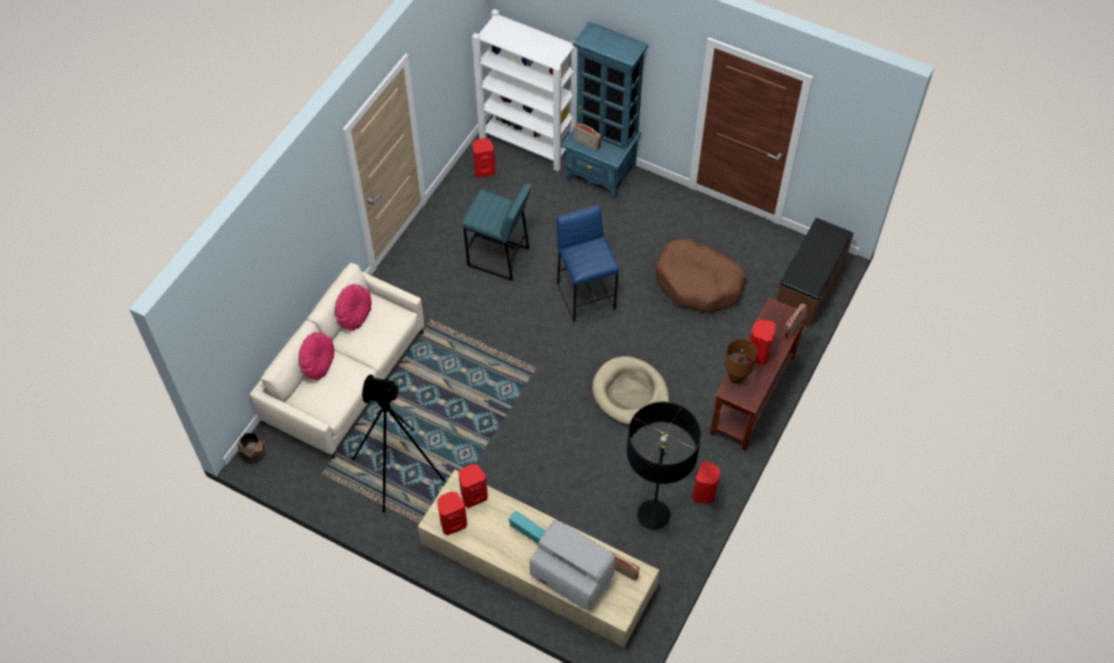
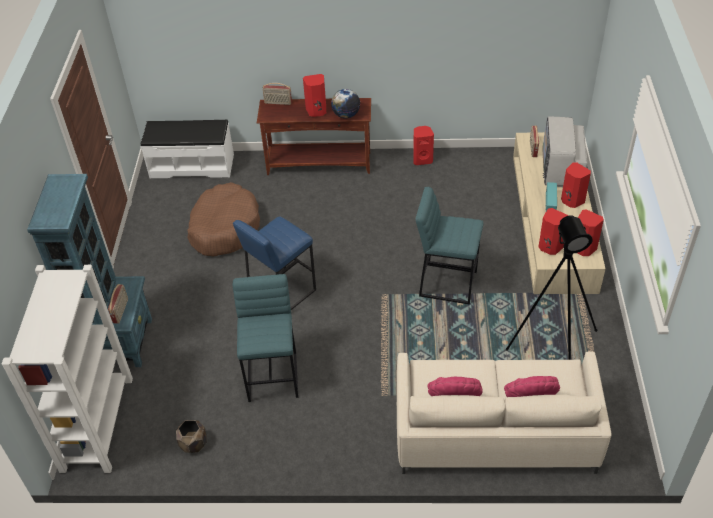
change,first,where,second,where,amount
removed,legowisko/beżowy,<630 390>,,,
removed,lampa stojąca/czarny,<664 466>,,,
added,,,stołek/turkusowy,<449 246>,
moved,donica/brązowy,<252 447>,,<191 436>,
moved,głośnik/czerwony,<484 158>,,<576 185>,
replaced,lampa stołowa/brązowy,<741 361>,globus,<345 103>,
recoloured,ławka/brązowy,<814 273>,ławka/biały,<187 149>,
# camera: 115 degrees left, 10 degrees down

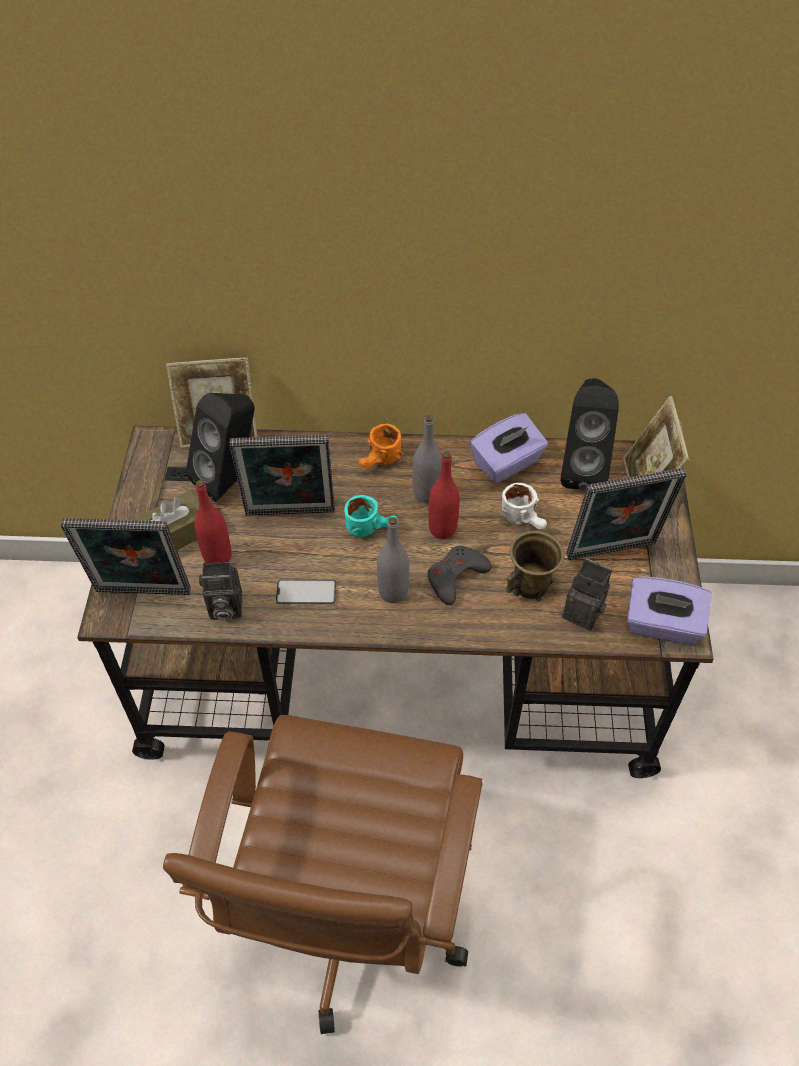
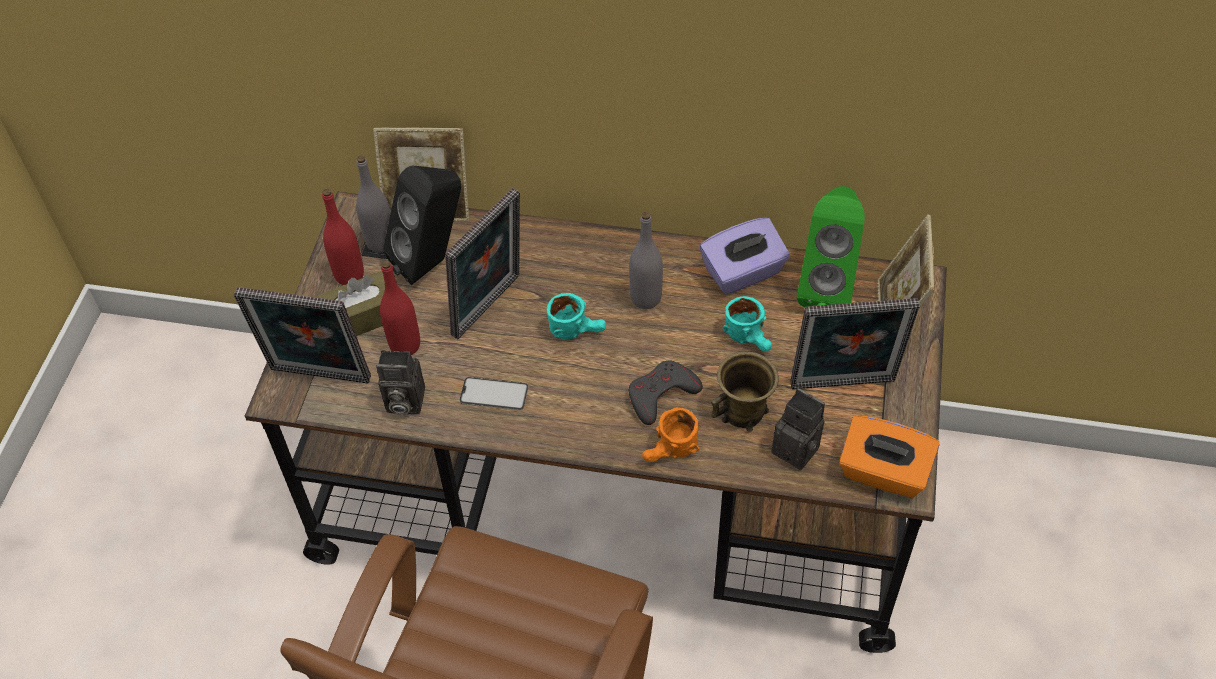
change,first,where,second,where,amount
moved,kubek/pomarańczowy,<381 446>,,<671 435>,
moved,butelka/szary,<393 560>,,<373 204>,
moved,butelka/czerwony,<444 495>,,<343 237>,
recoloured,kubek/biały,<524 506>,kubek/turkusowy,<747 324>,
recoloured,głośnik/czarny,<589 434>,głośnik/zielony,<831 247>,
recoloured,pudełko chusteczek/fioletowy,<669 611>,pudełko chusteczek/pomarańczowy,<889 456>,
turned,ramka na zdjęcie,<282 475>,,<482 263>,60 degrees counterclockwise
# camera: 10 degrees right, 0 degrees up

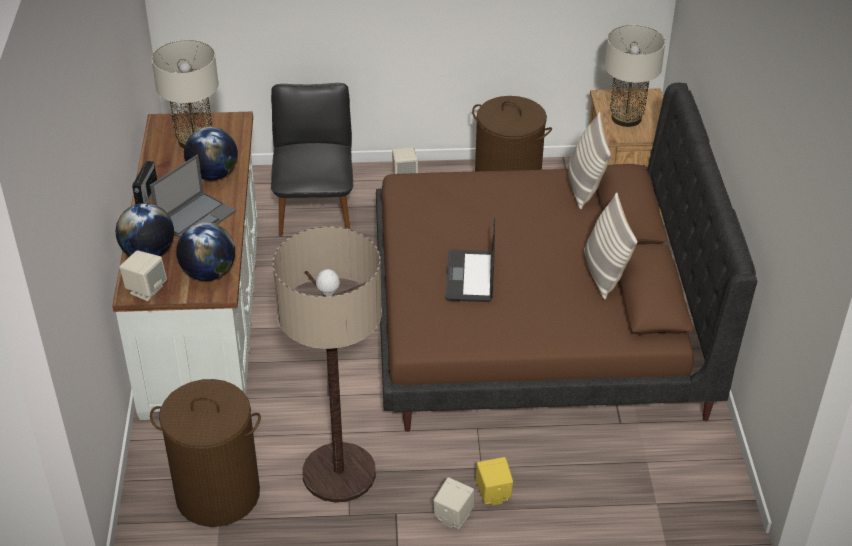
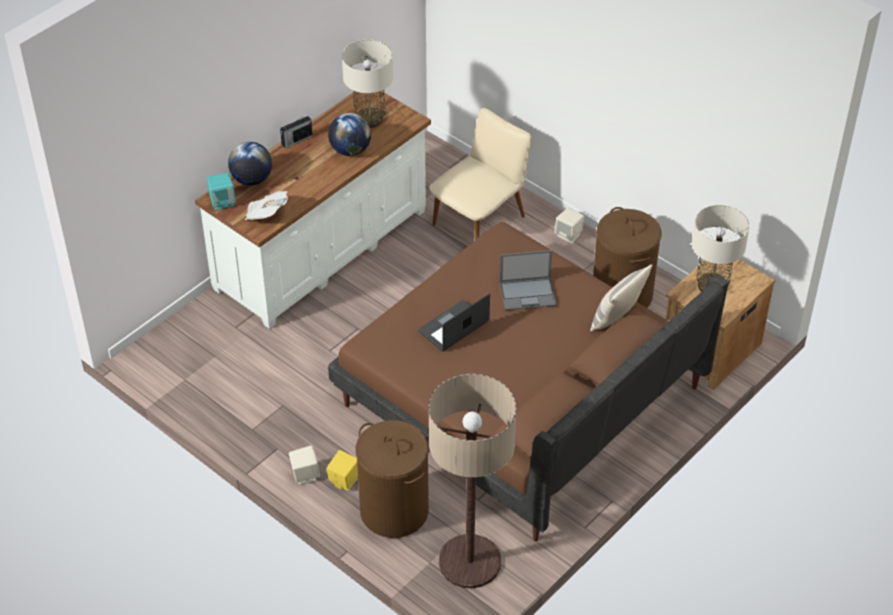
change,first,where,second,where,amount
removed,poduszka,<611 246>,,,
moved,laptop,<193 196>,,<528 280>,
moved,kosz na pranie/brązowy,<205 453>,,<392 479>,
moved,lampa stojąca,<327 365>,,<473 481>,
replaced,globus,<205 252>,gazeta,<266 205>,
recoloured,głośnik/beżowy,<143 275>,głośnik/turkusowy,<221 191>,
recoloured,krzesło/czarny,<312 160>,krzesło/beżowy,<480 174>,
# camera: 45 degrees right, 5 degrees up

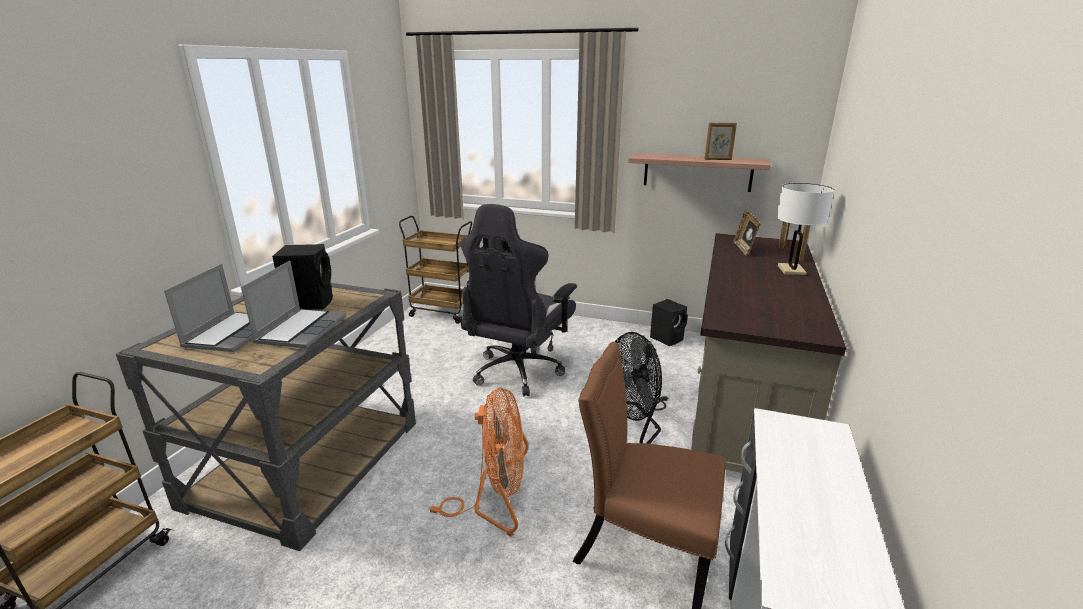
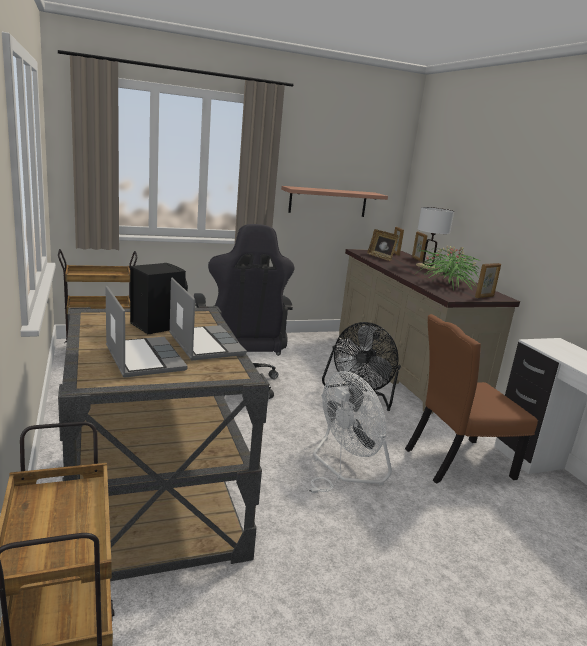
change,first,where,second,where,amount
removed,głośnik/czarny,<669 322>,,,
added,,,roślina doniczkowa,<449 268>,
moved,ramka na zdjęcie,<720 141>,,<488 280>,
recoloured,wentylator/pomarańczowy,<479 462>,wentylator/biały,<351 432>,
# camera: 40 degrees left, 5 degrees down

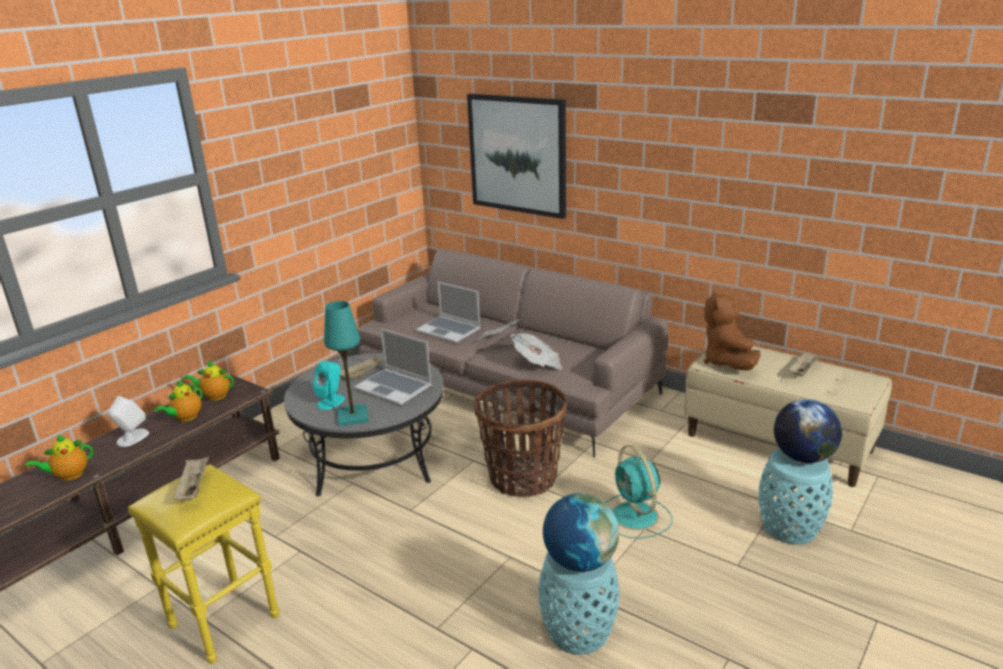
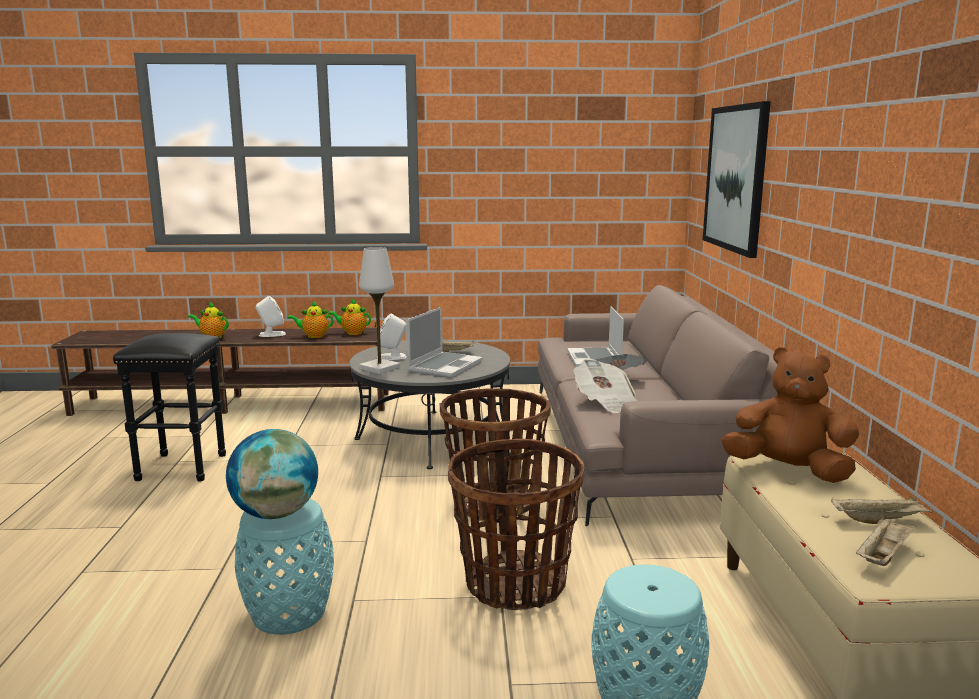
change,first,where,second,where,amount
removed,globus,<808 431>,,,
moved,taca/beżowy,<191 478>,,<886 541>,
replaced,wentylator/turkusowy,<639 492>,koszyk,<516 524>,
recoloured,stołek/żółty,<203 564>,stołek/czarny,<169 407>,
recoloured,głośnik/turkusowy,<329 385>,głośnik/biały,<392 336>,
recoloured,lampa stołowa/turkusowy,<346 363>,lampa stołowa/biały,<379 310>,
turned,imbryk,<208 380>,,<349 316>,45 degrees counterclockwise
turned,laptop,<393 367>,,<445 342>,150 degrees counterclockwise
turned,pluszak/brązowy,<732 330>,,<790 415>,60 degrees clockwise
# camera: 50 degrees right, 10 degrees down

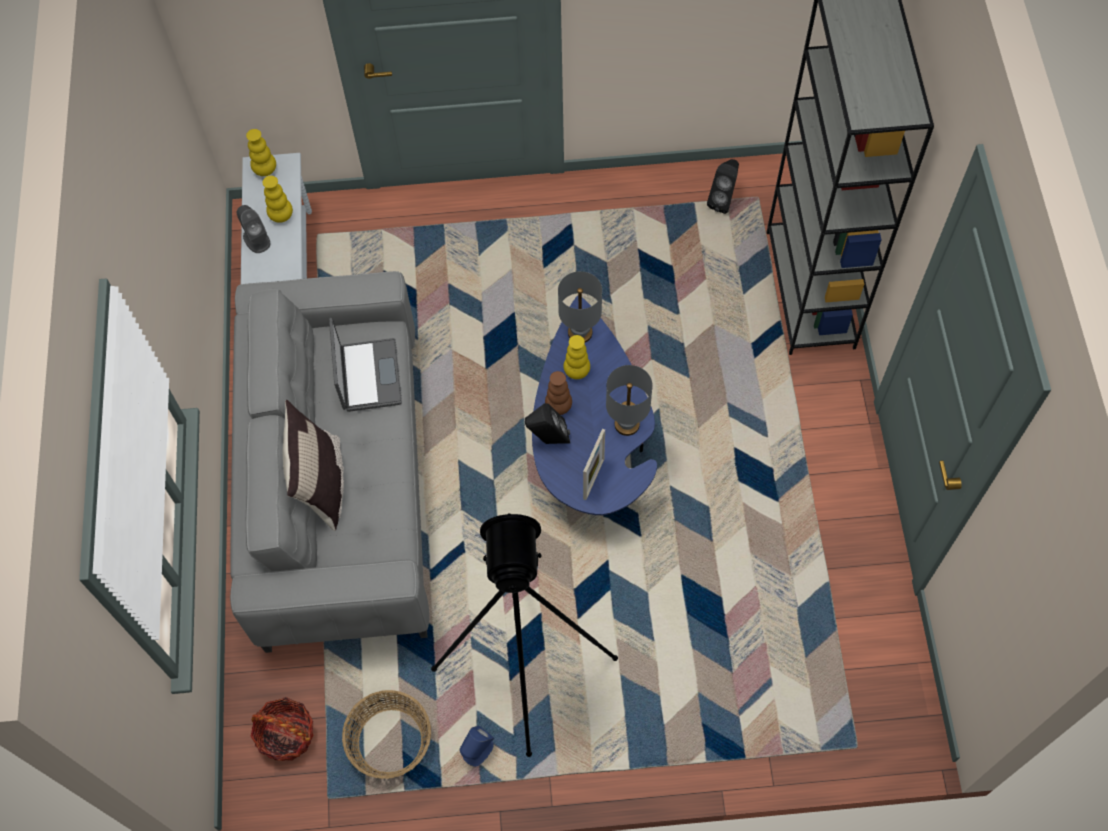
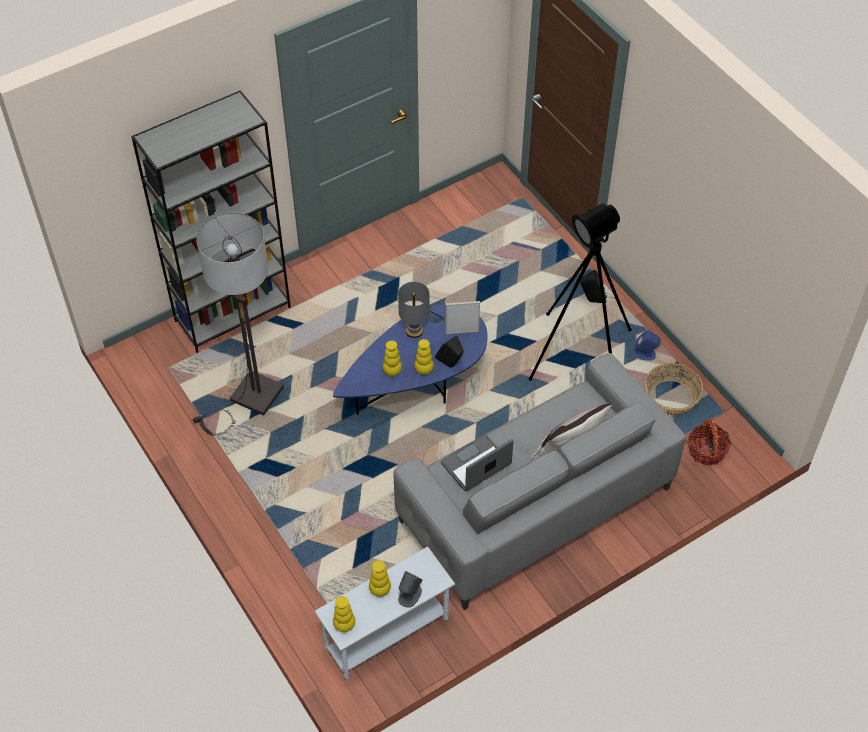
change,first,where,second,where,amount
removed,lampa stołowa/szary,<580 307>,,,
added,,,lampa stojąca,<238 324>,
moved,głośnik/czarny,<723 186>,,<593 286>,
recoloured,wazon/brązowy,<558 393>,wazon/żółty,<424 357>,
# camera: 120 degrees left, 10 degrees down

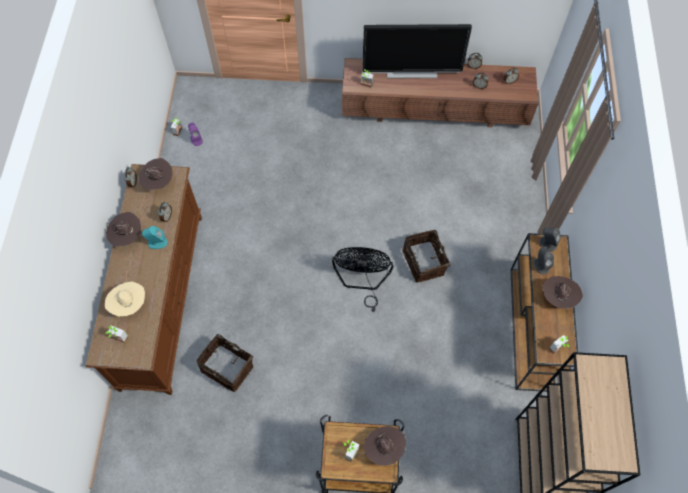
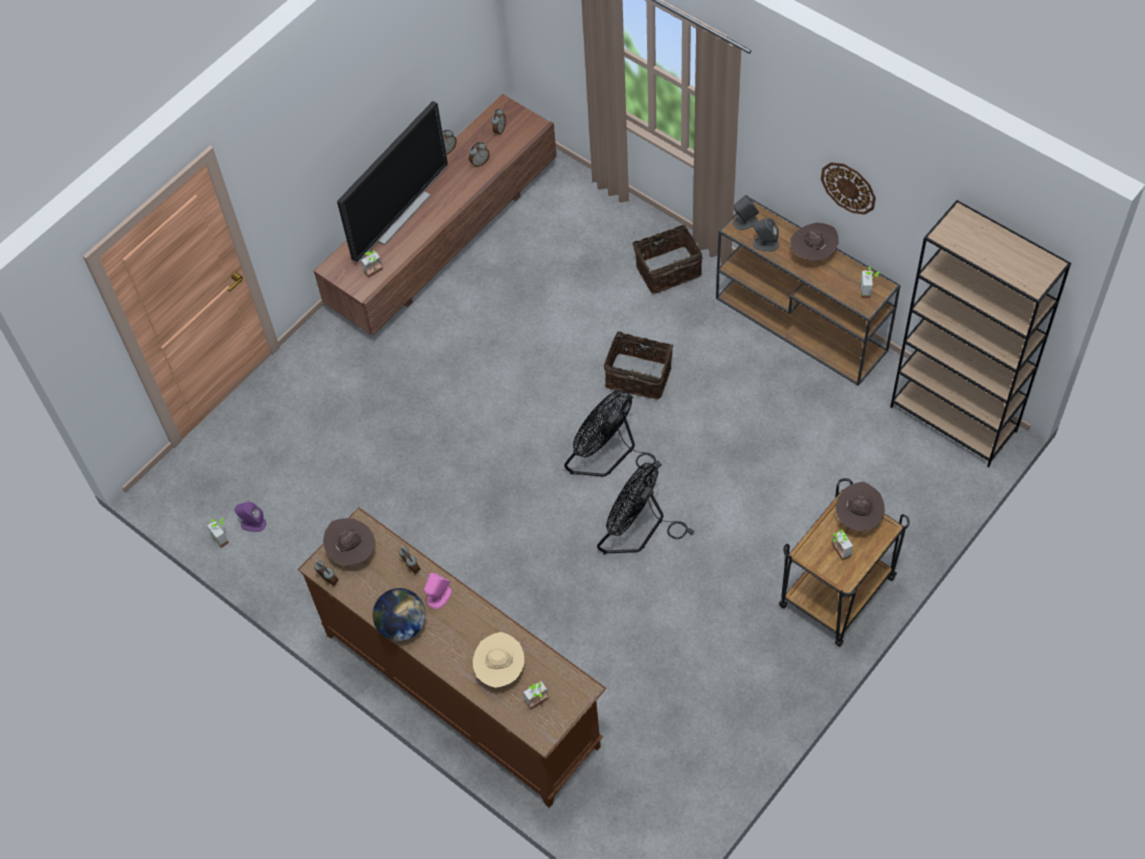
change,first,where,second,where,amount
added,,,wentylator/czarny,<645 508>,
added,,,zegar ścienny,<848 188>,
moved,koszyk,<225 363>,,<667 259>,
replaced,kapelusz/brązowy,<123 229>,globus,<399 614>,
recoloured,głośnik/turkusowy,<154 237>,głośnik/różowy,<438 590>,
# camera: 50 degrees left, 5 degrees down

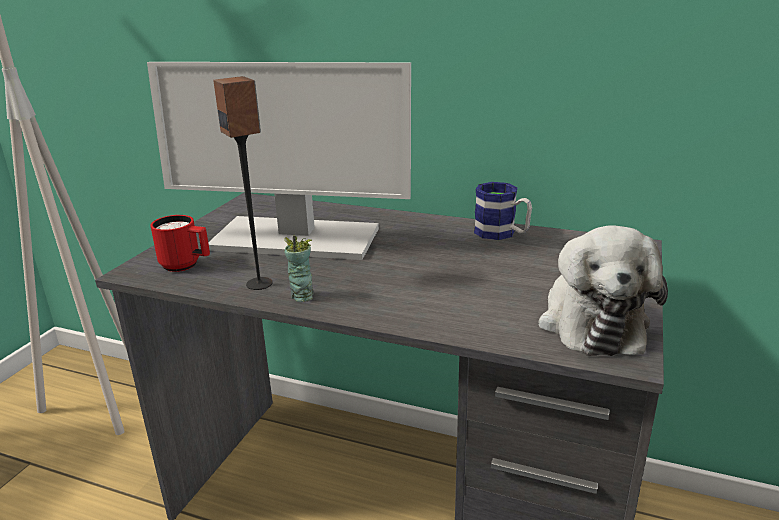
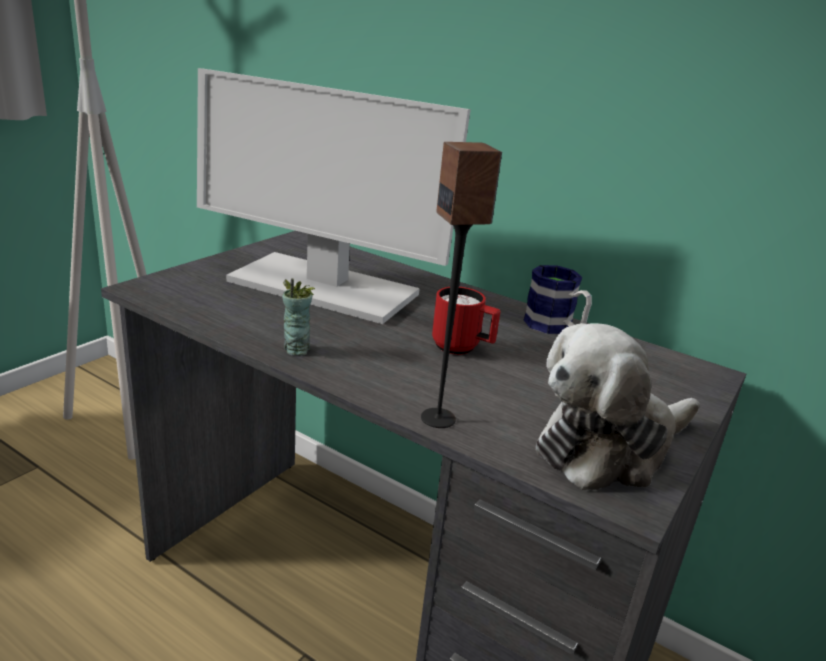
change,first,where,second,where,amount
moved,kubek/czerwony,<180 243>,,<466 321>,
moved,głośnik,<243 183>,,<461 285>,
turned,pluszak,<603 290>,,<617 406>,45 degrees clockwise
# camera: 10 degrees right, 0 degrees up

